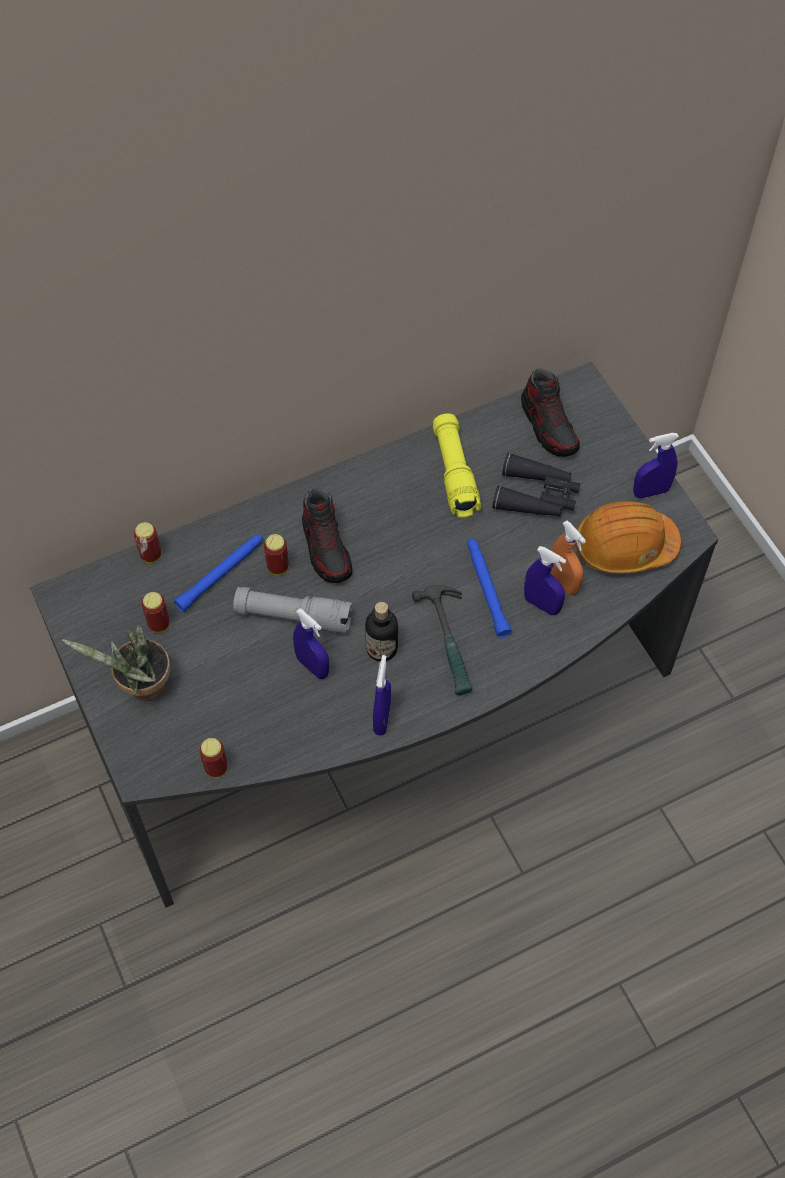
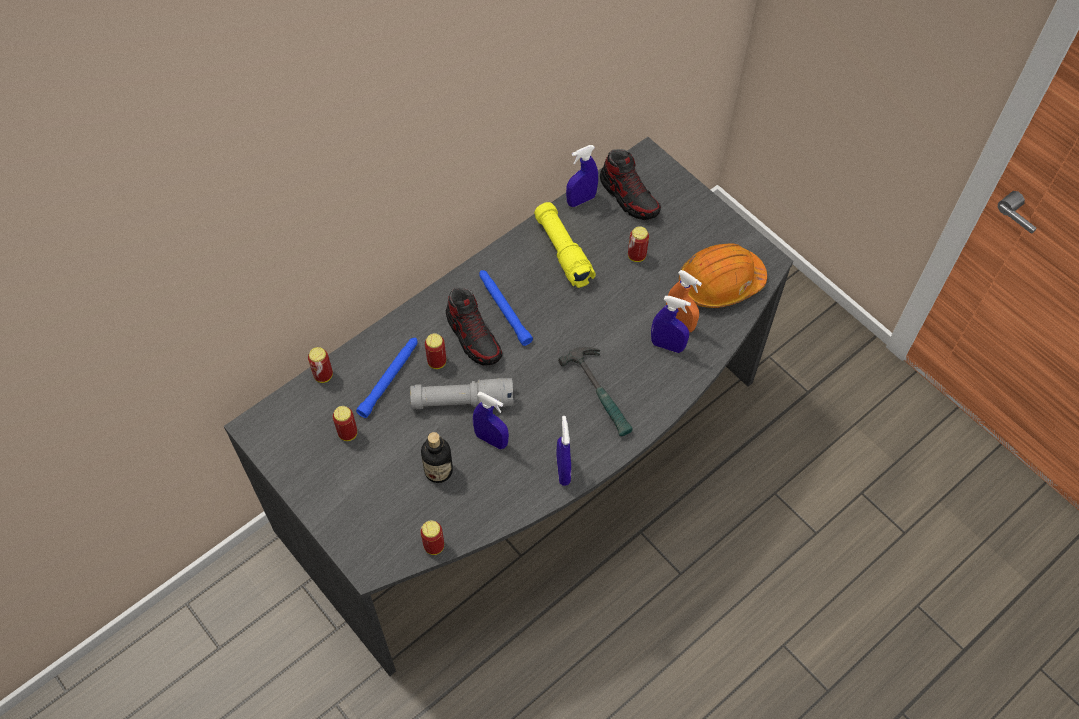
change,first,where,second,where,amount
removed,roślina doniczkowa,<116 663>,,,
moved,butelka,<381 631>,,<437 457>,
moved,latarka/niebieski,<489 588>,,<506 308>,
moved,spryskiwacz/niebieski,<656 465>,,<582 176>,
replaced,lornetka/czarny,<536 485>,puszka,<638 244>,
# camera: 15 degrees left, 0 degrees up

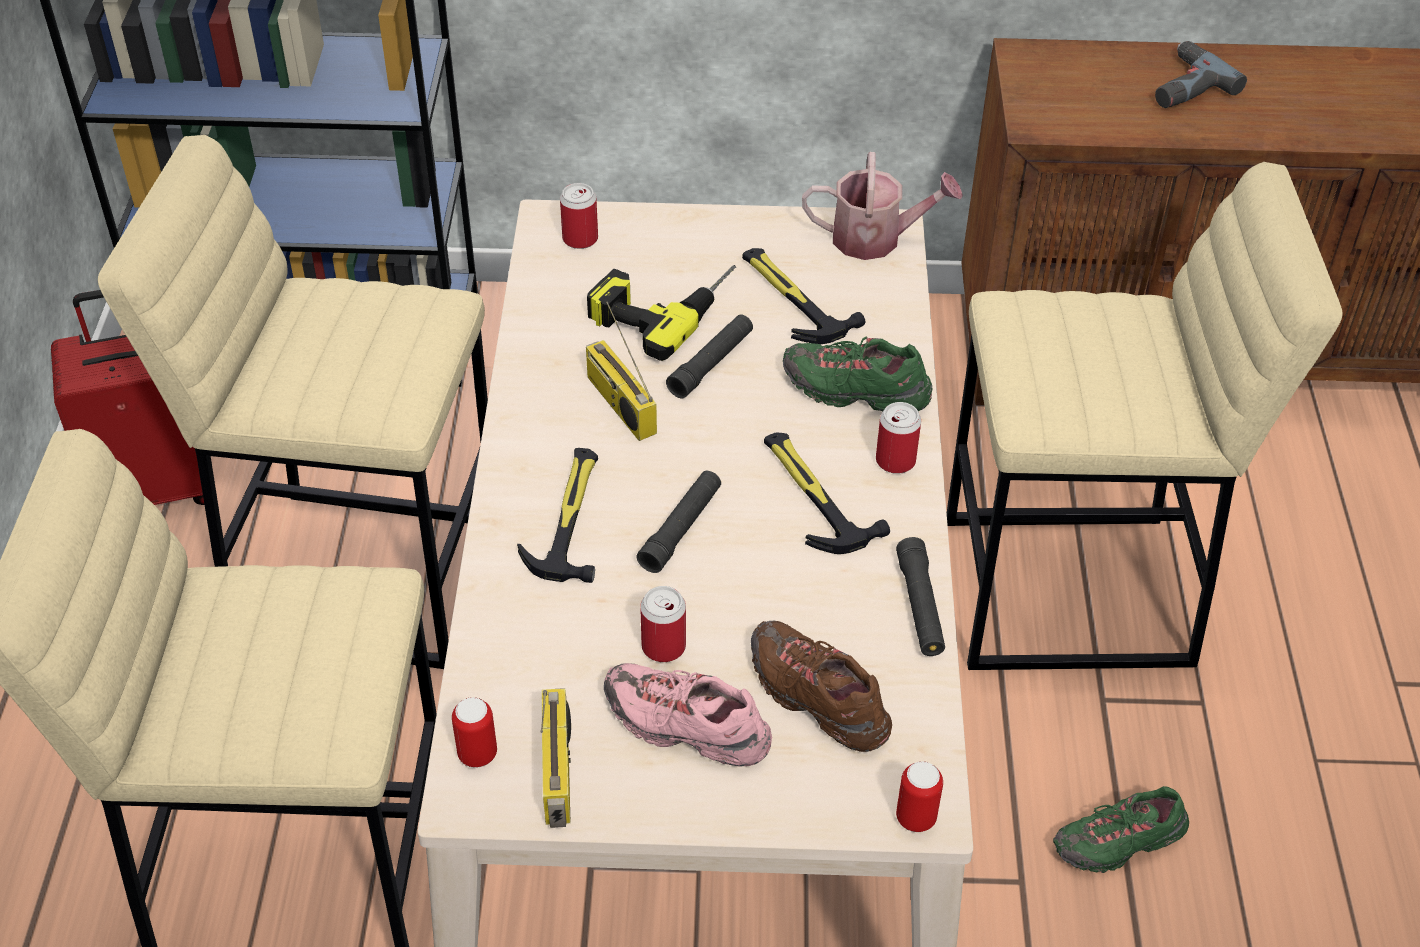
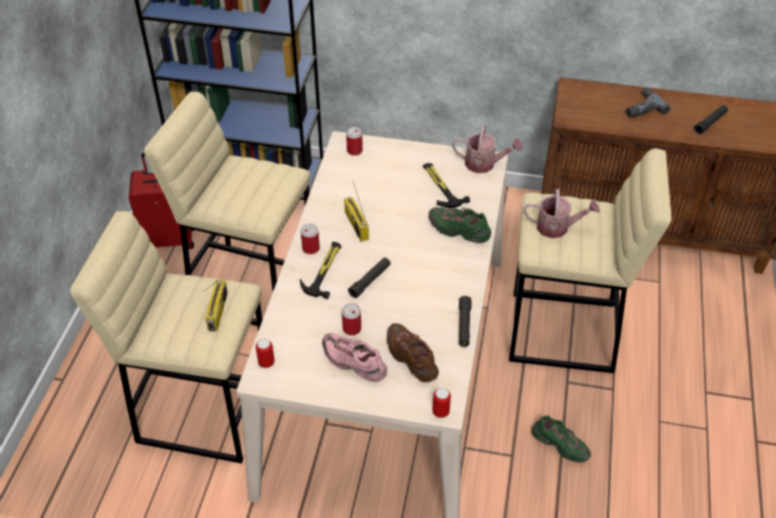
change,first,where,second,where,amount
removed,wiertarka,<661 313>,,,
removed,młotek,<827 493>,,,
added,,,konewka,<561 213>,
moved,radio,<556 758>,,<216 305>,
moved,latarka/czarny,<709 356>,,<711 119>,
moved,puszka,<898 438>,,<310 238>,
turned,but/zielony,<1121 829>,,<561 439>,135 degrees counterclockwise
# camera: 10 degrees right, 0 degrees up

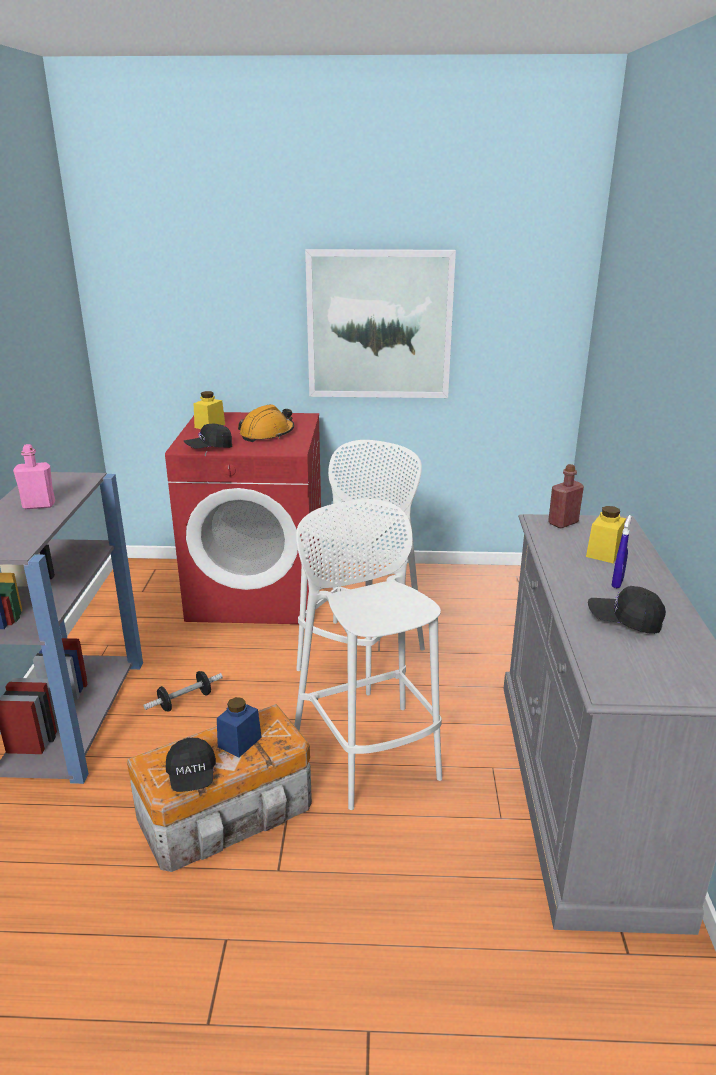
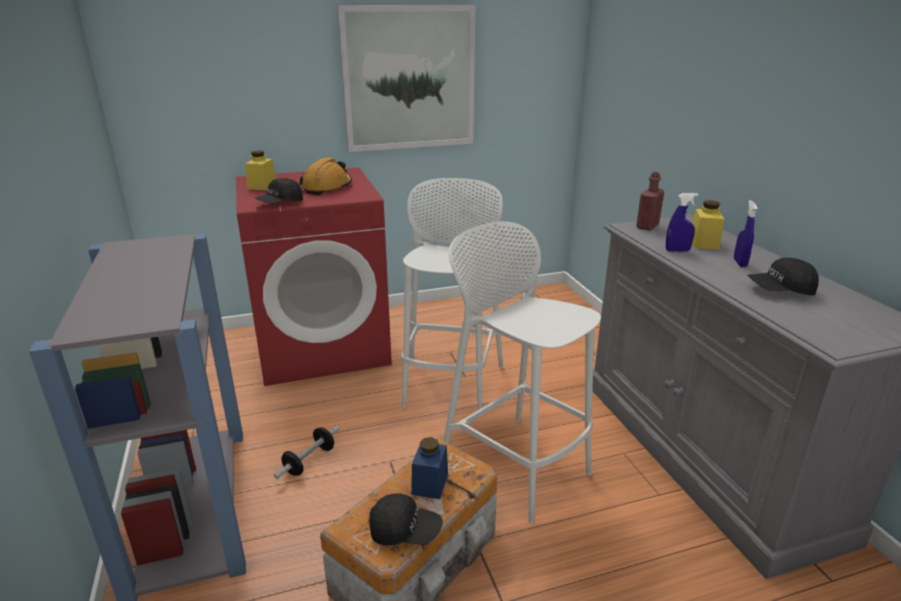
change,first,where,second,where,amount
removed,butelka/różowy,<34 476>,,,
added,,,spryskiwacz/niebieski,<682 222>,
turned,czapka z daszkiem/czarny,<191 764>,,<406 519>,45 degrees counterclockwise
# camera: 20 degrees left, 0 degrees up

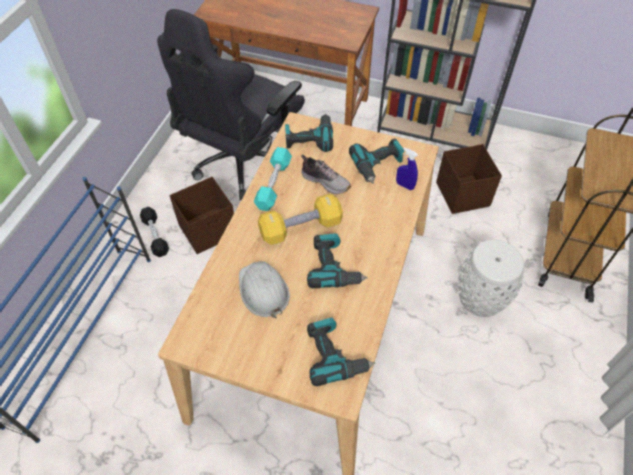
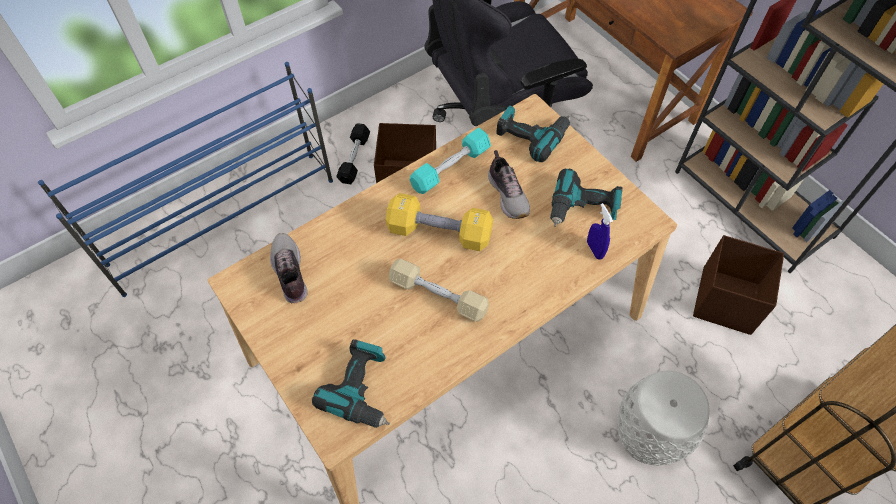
change,first,where,second,where,amount
removed,kask/biały,<264 289>,,,
added,,,but,<288 268>,
replaced,wiertarka,<337 261>,hantel/beżowy,<439 290>,
# camera: 35 degrees right, 5 degrees up

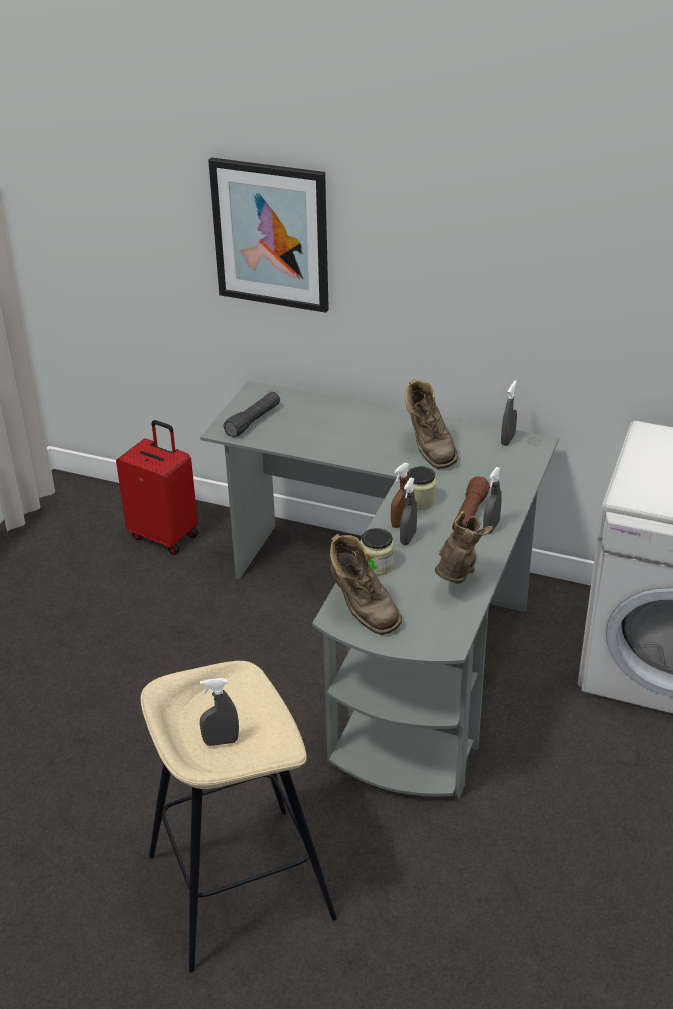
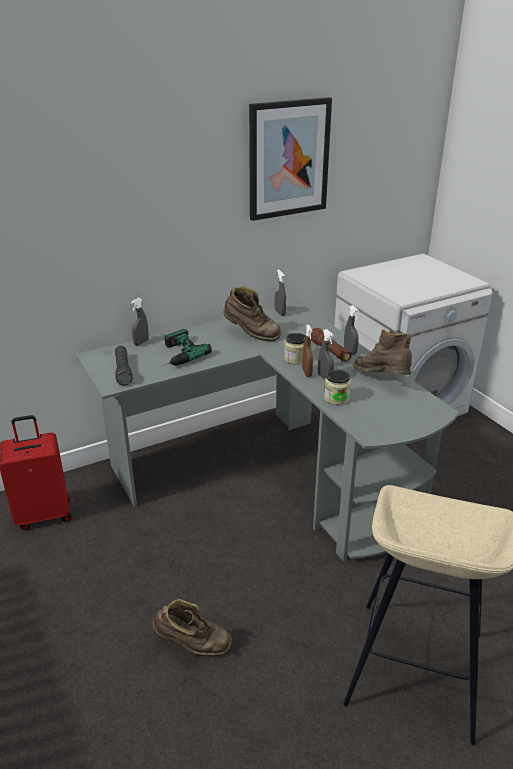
change,first,where,second,where,amount
added,,,wiertarka,<186 348>,
moved,spryskiwacz/szary,<219 712>,,<140 322>,
moved,obraz,<268 235>,,<290 159>,
moved,but z cholewką/brązowy,<366 584>,,<192 628>,
# camera: 50 degrees left, 5 degrees down

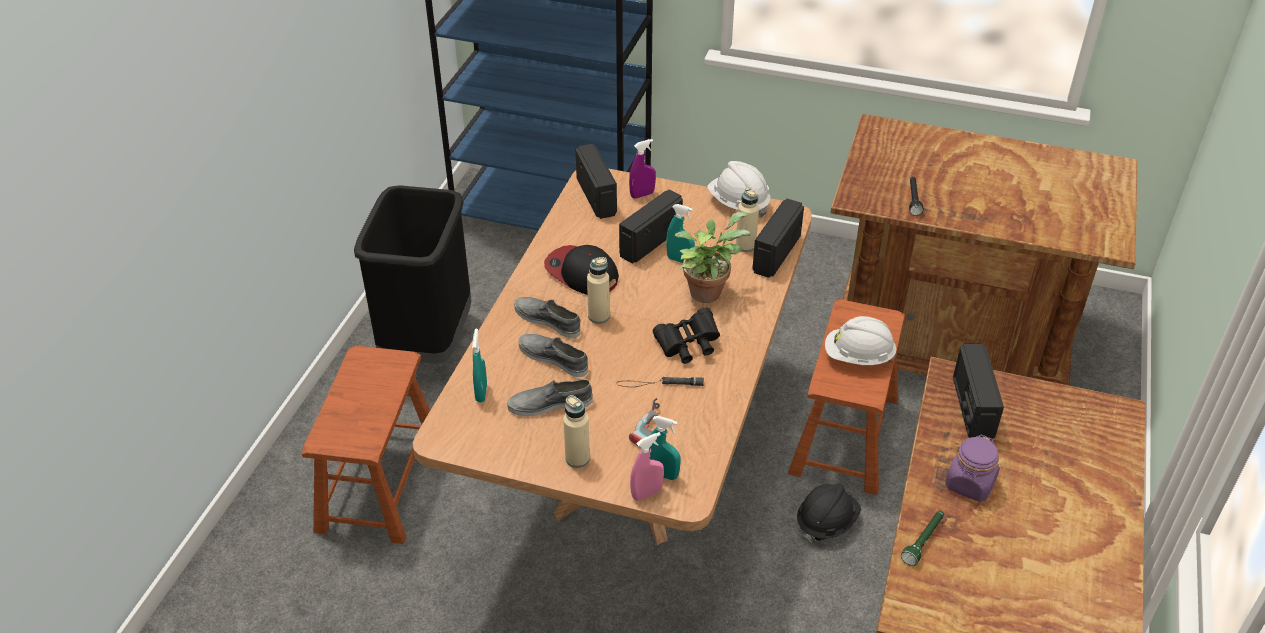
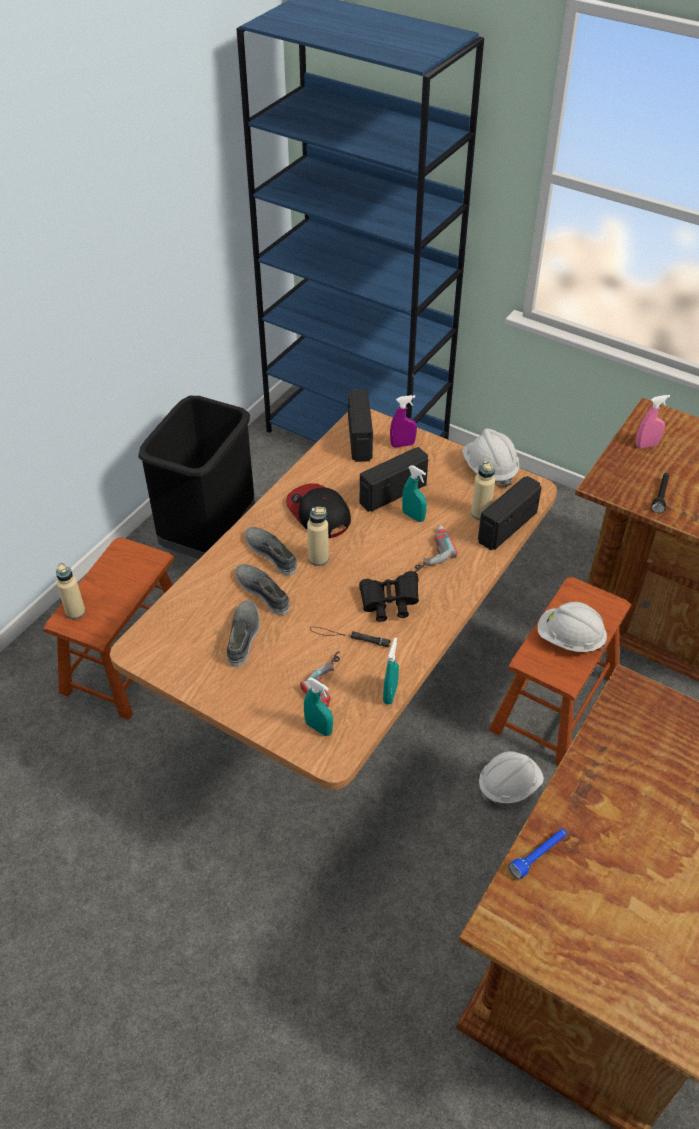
change,first,where,second,where,amount
removed,słoik/fioletowy,<972 468>,,,
removed,radio,<978 392>,,,
moved,spryskiwacz/turkusowy,<479 365>,,<391 671>,
moved,butelka/beżowy,<576 431>,,<70 591>,
moved,spryskiwacz/różowy,<647 466>,,<653 421>,
replaced,roślina doniczkowa,<712 257>,wiertarka,<435 548>,
recoloured,kask/czarny,<829 513>,kask/biały,<511 777>,
recoloured,latarka/zielony,<922 538>,latarka/niebieski,<538 854>,
turned,but/szary,<550 397>,,<243 633>,90 degrees clockwise
# camera: 15 degrees right, 5 degrees up

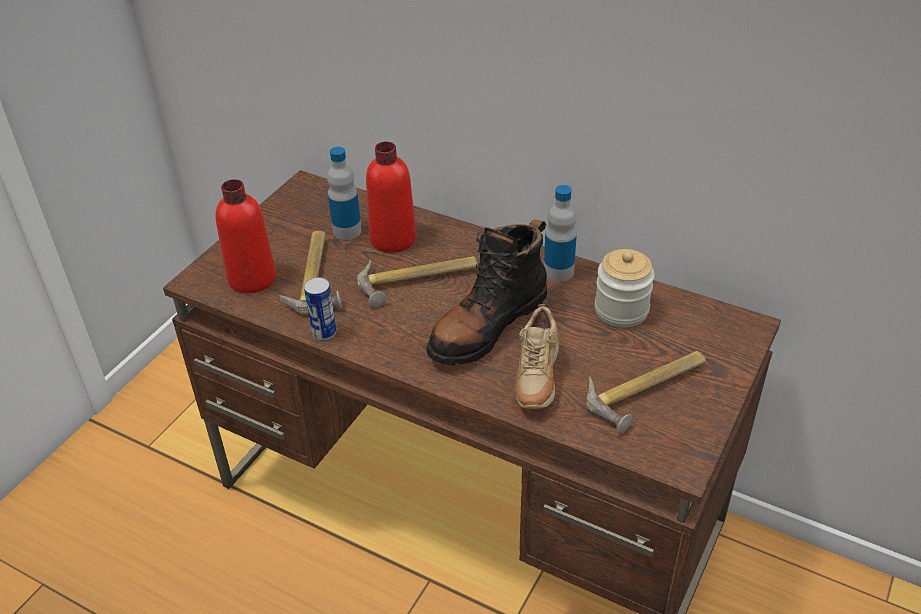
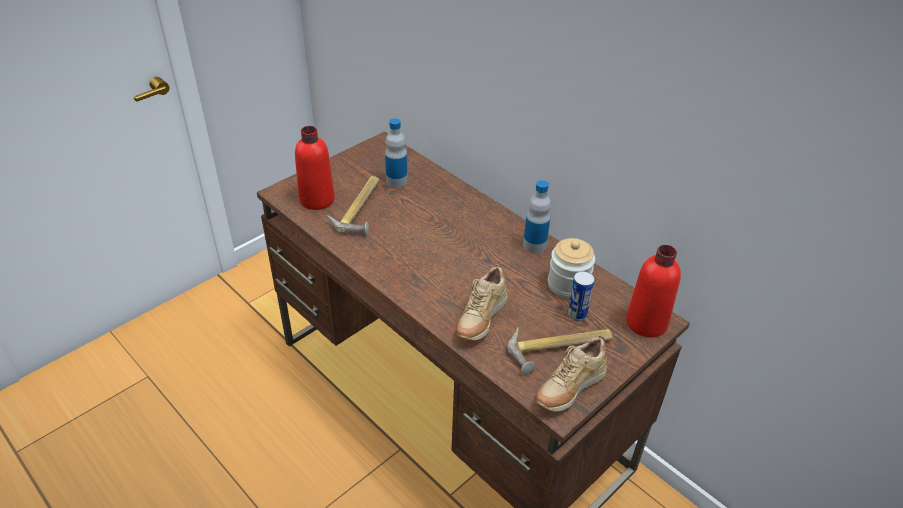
change,first,where,second,where,amount
removed,młotek,<417 282>,,,
removed,but z cholewką/czarny,<486 292>,,,
added,,,but/beżowy,<571 373>,
moved,puszka,<320 309>,,<581 296>,
moved,butelka/czerwony,<391 197>,,<653 291>,
# camera: 15 degrees right, 0 degrees up

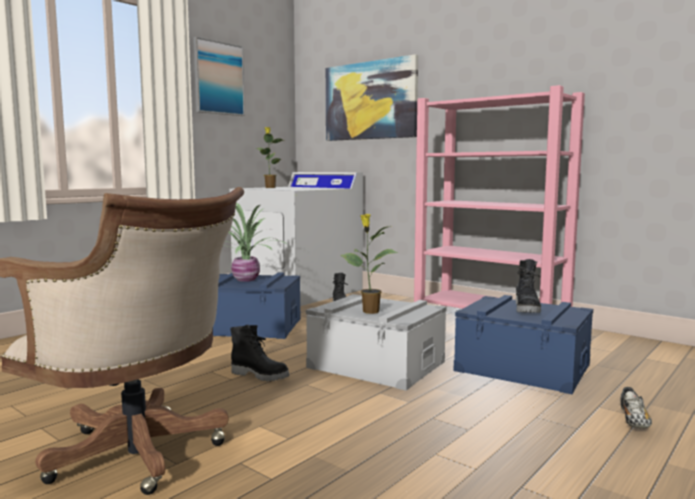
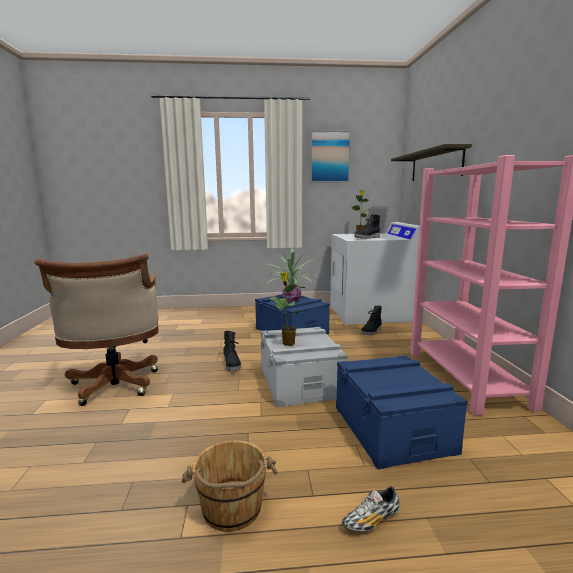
change,first,where,second,where,amount
added,,,wiadro/brązowy,<230 486>,
moved,but z cholewką/czarny,<528 286>,,<367 226>,
replaced,obraz,<372 97>,półka,<431 162>,
# camera: 45 degrees right, 5 degrees up

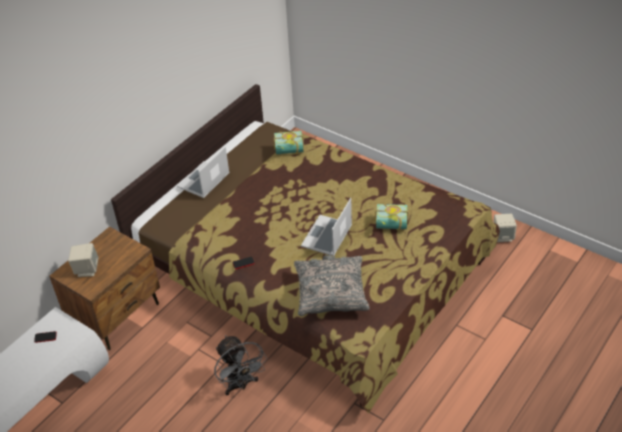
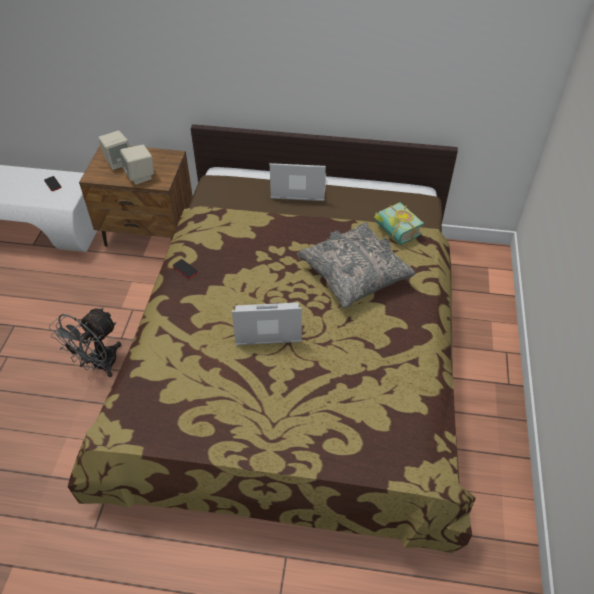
change,first,where,second,where,amount
removed,książka,<392 216>,,,
moved,poduszka/szary,<332 285>,,<356 265>,
moved,głośnik/beżowy,<505 228>,,<137 165>,
# camera: 60 degrees right, 5 degrees up

